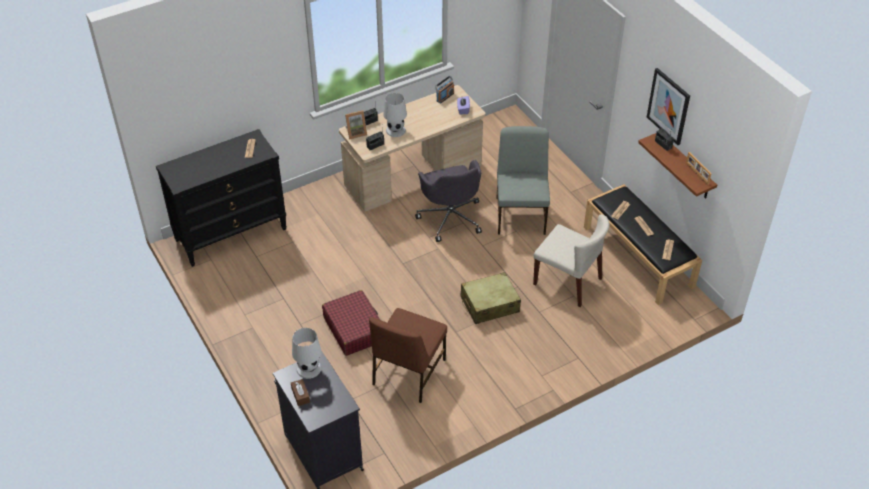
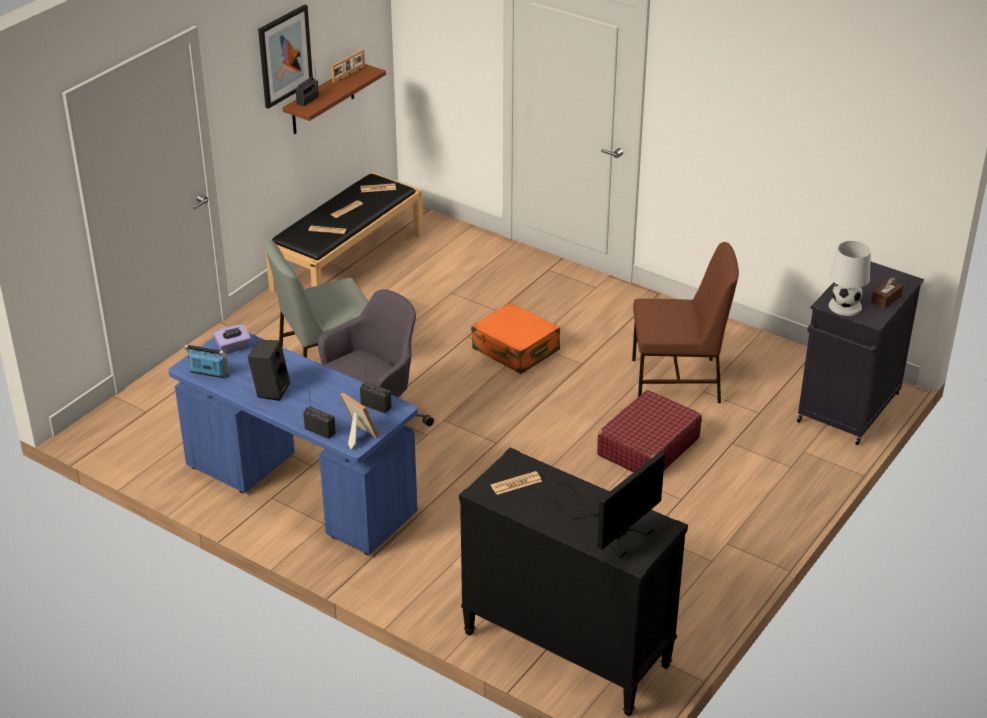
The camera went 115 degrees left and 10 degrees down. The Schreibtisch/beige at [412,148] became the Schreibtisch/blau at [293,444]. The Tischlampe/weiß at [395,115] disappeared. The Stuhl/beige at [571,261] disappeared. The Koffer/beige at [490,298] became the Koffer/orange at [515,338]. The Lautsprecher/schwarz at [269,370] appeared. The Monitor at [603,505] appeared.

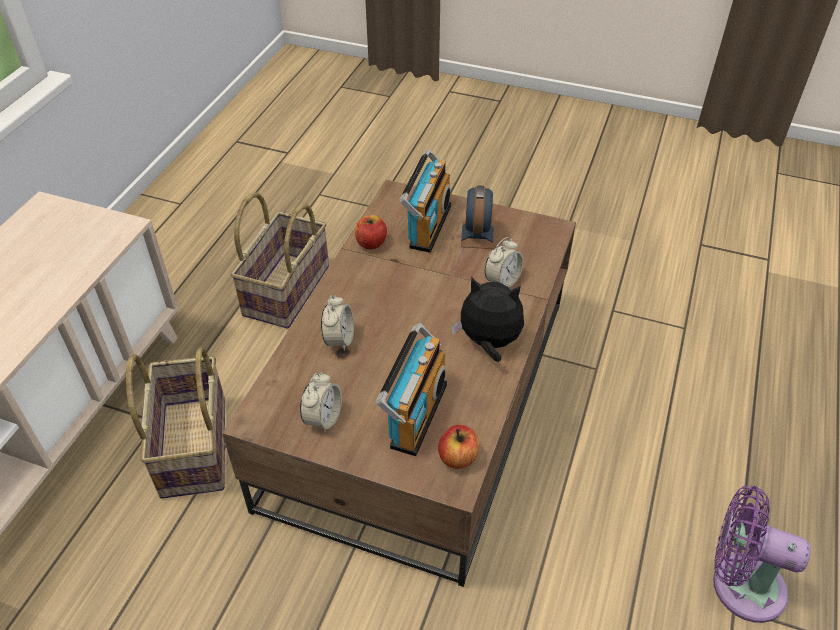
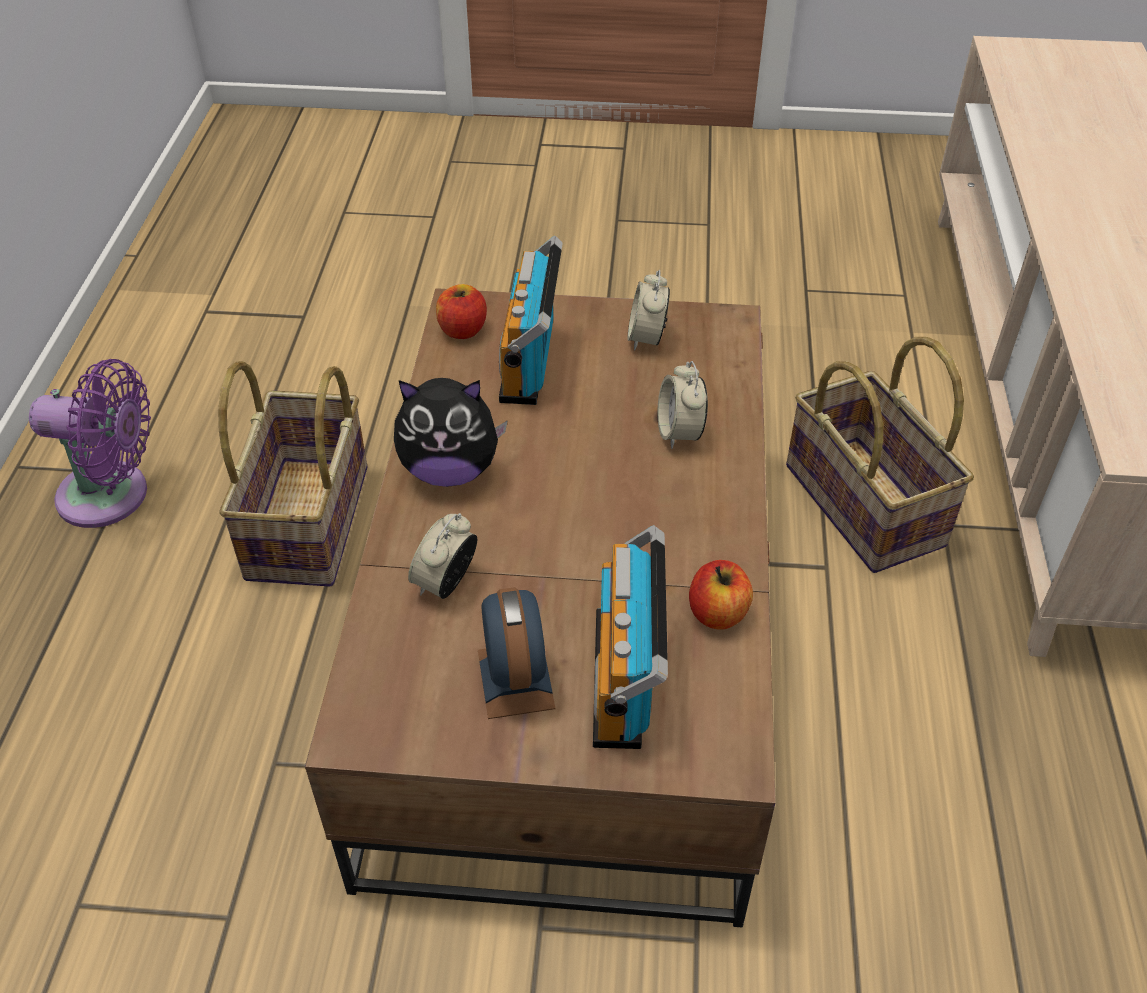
The camera went 165 degrees right and 0 degrees up. The Korb moved from [279,260] to [292,474].

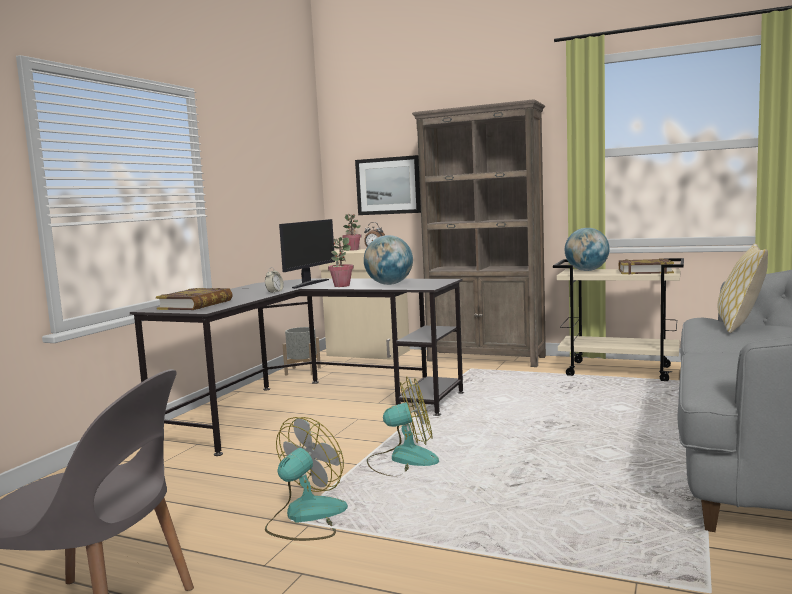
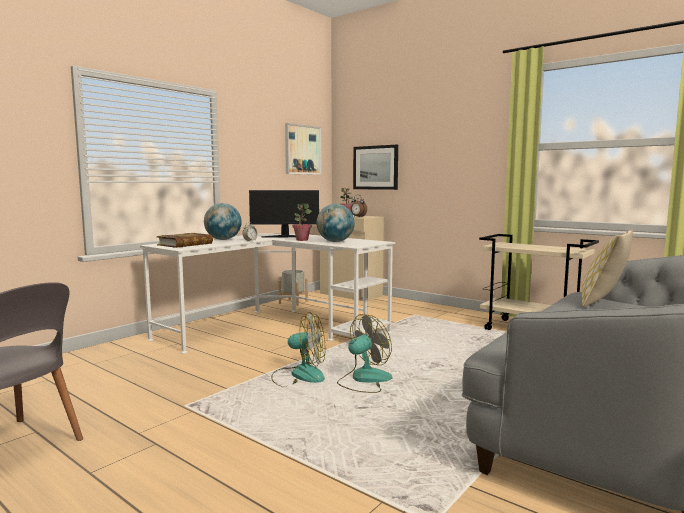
The camera went 15 degrees right and 0 degrees up. The Bücherregal/braun at [479,233] disappeared. The Monitor at [307,253] turned 45 degrees clockwise. The Globus moved from [587,249] to [223,221]. The Buch at [646,266] disappeared. The Schreibtisch/schwarz at [297,367] became the Schreibtisch/weiß at [267,293]. The Ventilator moved from [306,479] to [365,353]. The Bild at [303,149] appeared.

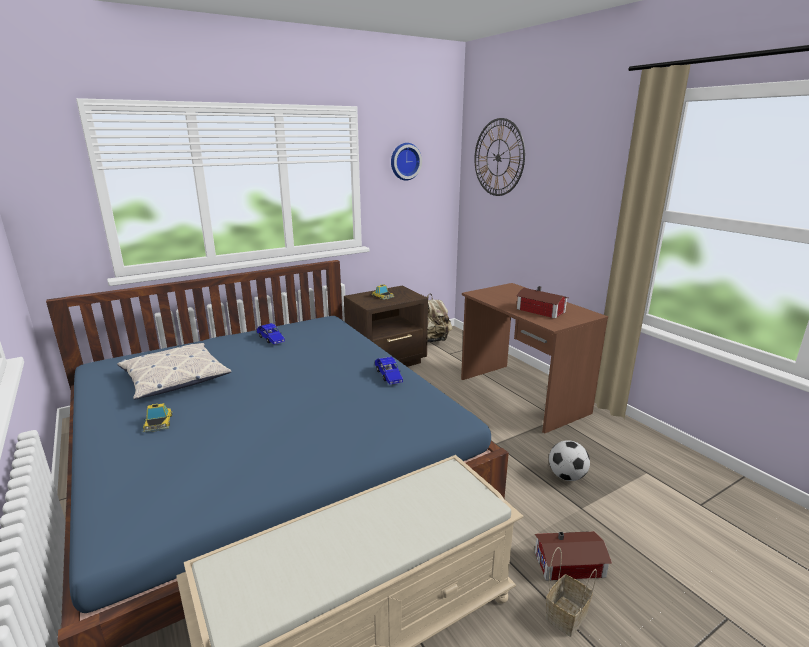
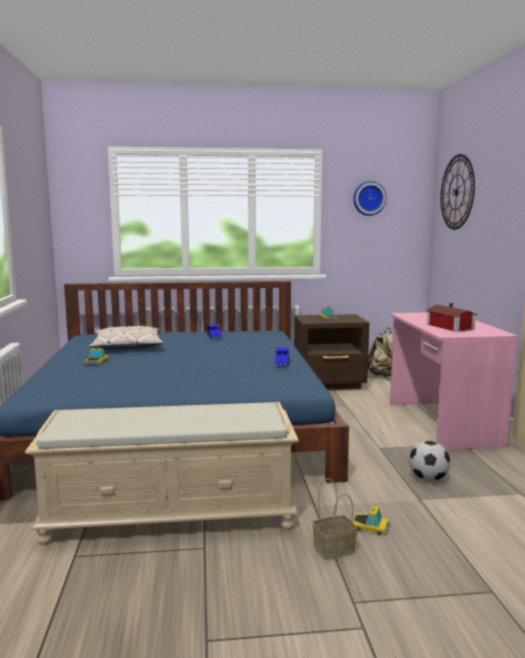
The camera went 25 degrees right and 10 degrees down. The Schreibtisch/braun at [534,358] became the Schreibtisch/rosa at [454,381]. The Spielzeughaus at [573,556] was replaced by the Spielzeugauto at [372,520].

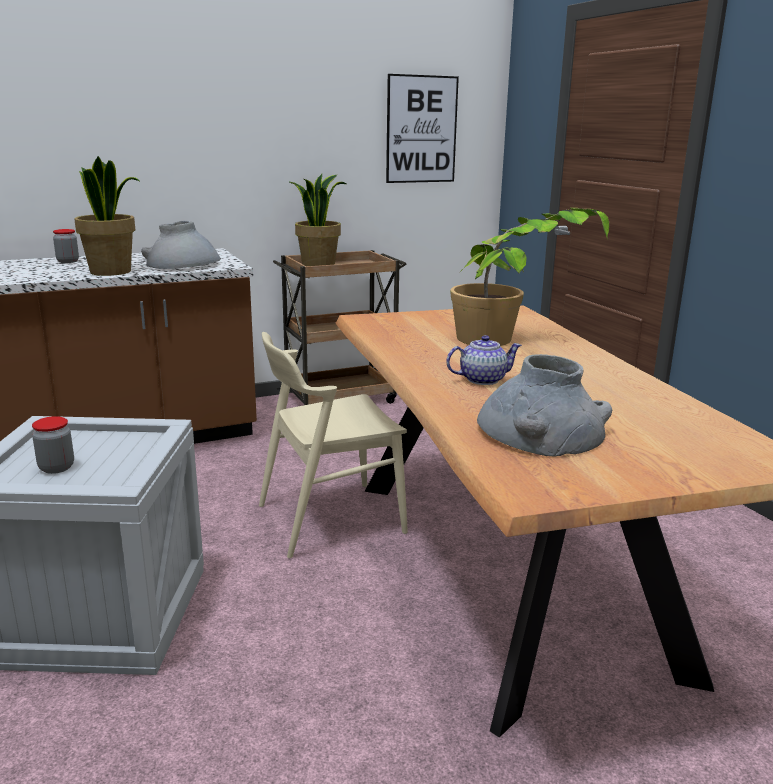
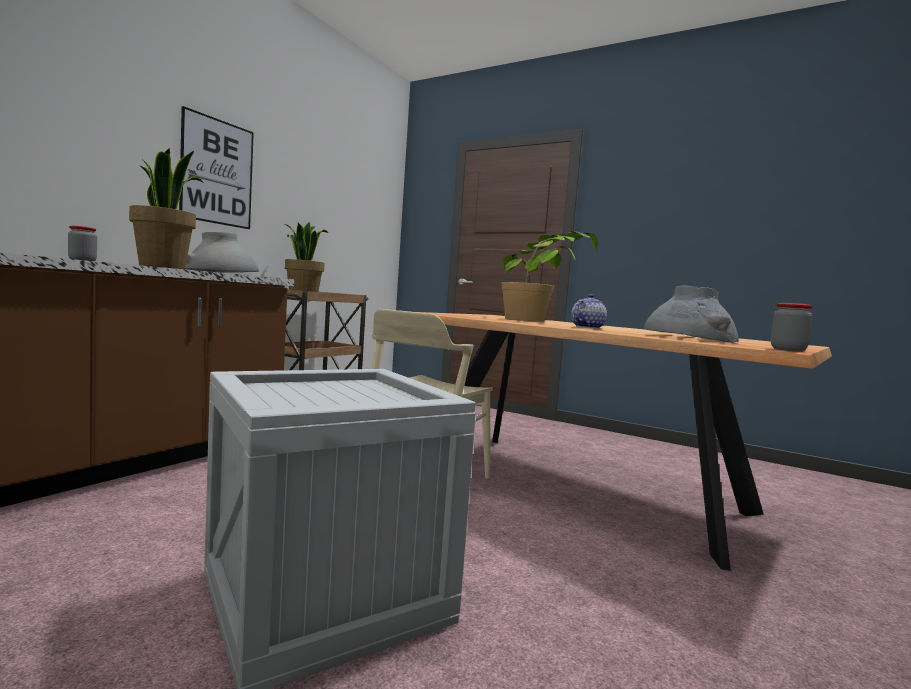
The camera went 35 degrees left and 15 degrees down. The Bild moved from [422,128] to [216,167]. The Vorratsglas moved from [53,445] to [792,327].

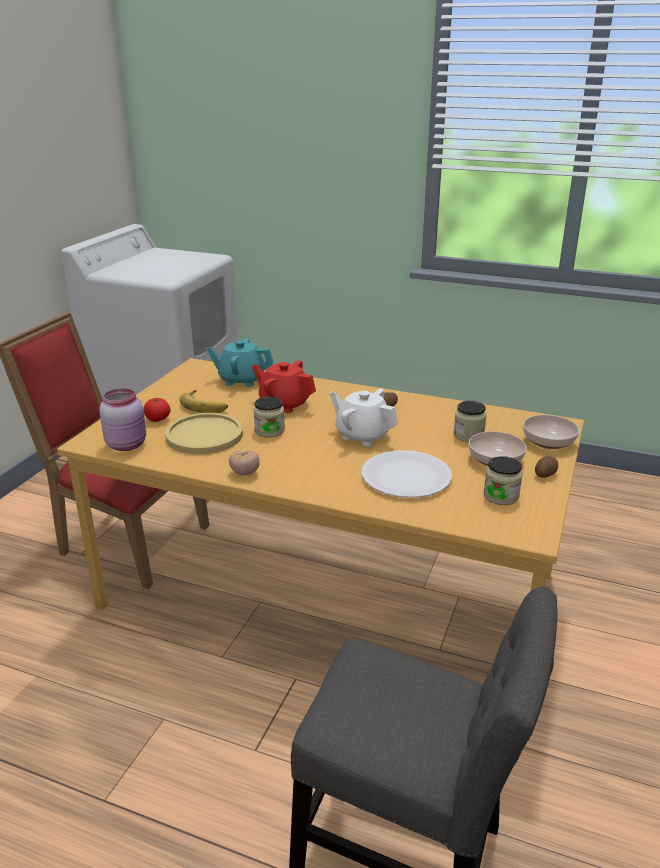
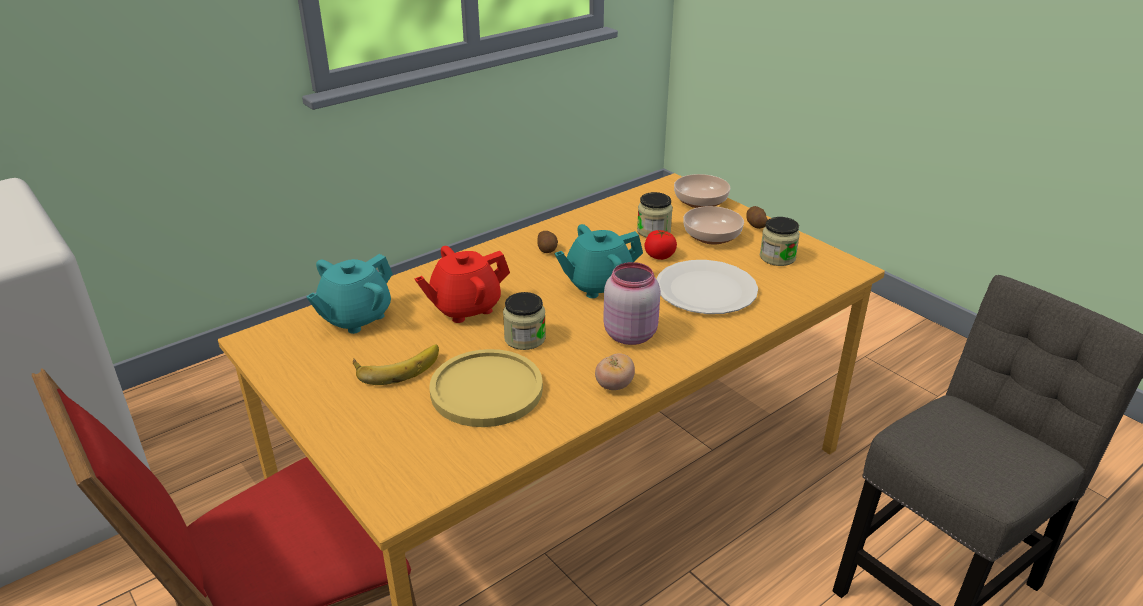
The camera went 60 degrees left and 5 degrees up. The Vorratsglas/rosa moved from [122,419] to [631,303]. The Teekanne/weiß at [364,417] became the Teekanne/türkis at [599,261]. The Tomate moved from [156,410] to [660,245].

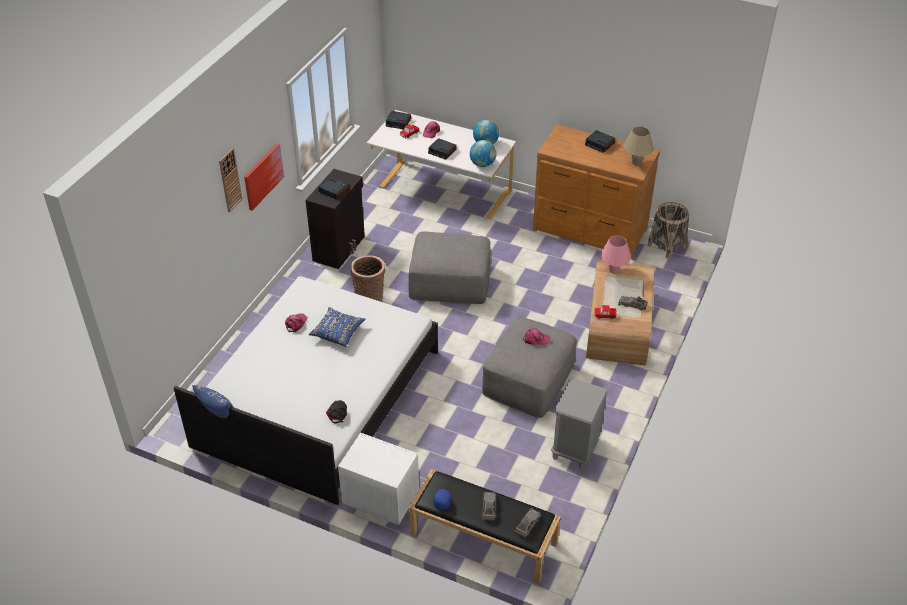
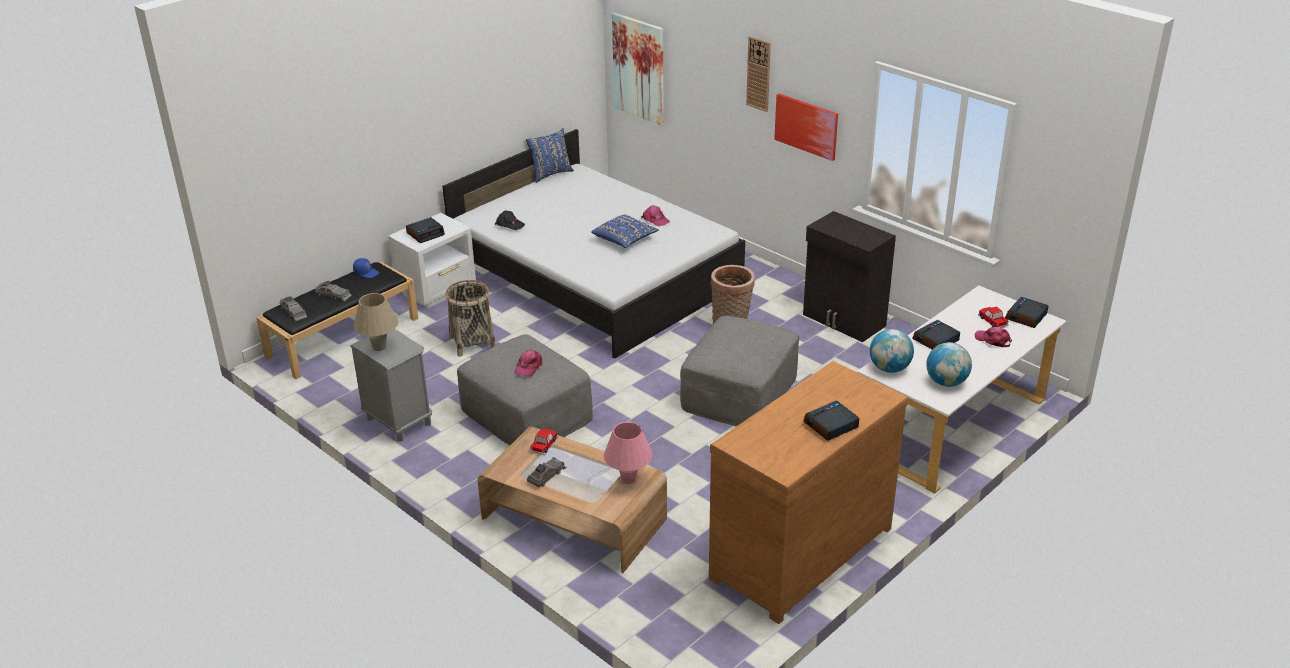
The camera went 110 degrees right and 10 degrees down. The Tischlampe/beige moved from [639,145] to [376,322]. The Wecker moved from [334,188] to [425,230]. The Korb moved from [668,230] to [470,318]. The Bild at [638,69] appeared.

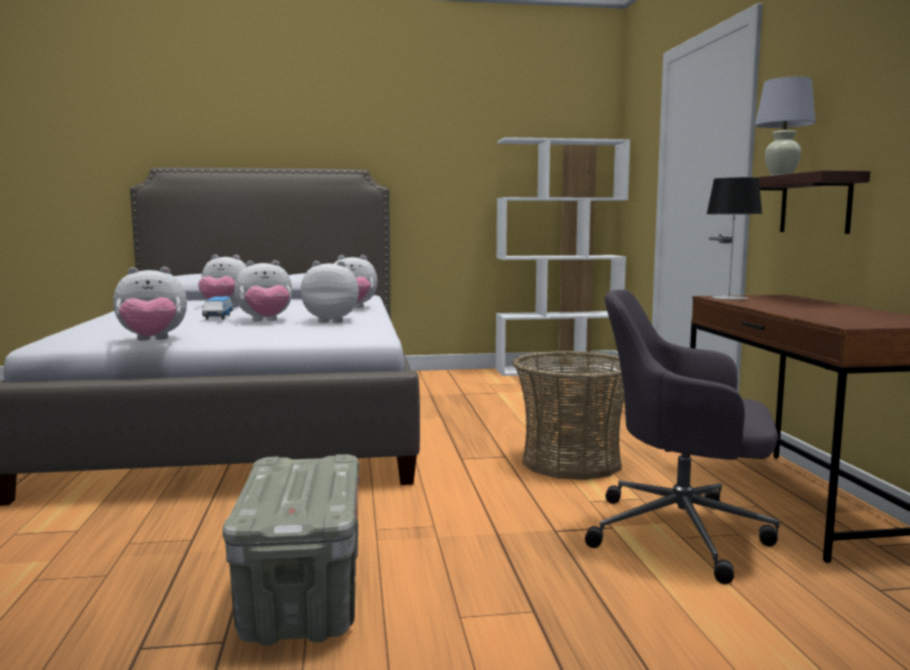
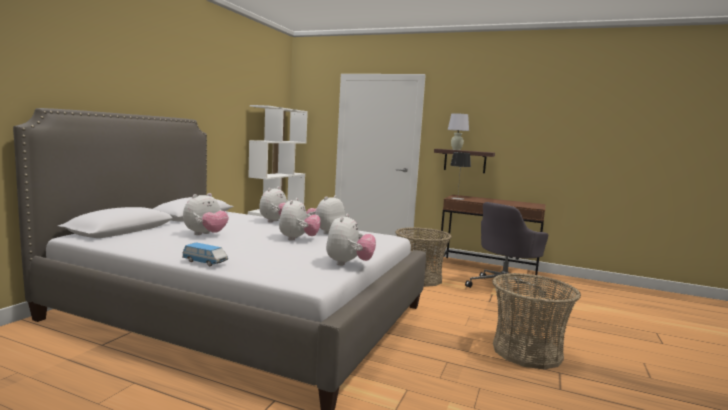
The camera went 60 degrees left and 0 degrees up. The Spielzeugauto moved from [217,308] to [205,254]. The Aufbewahrungsbox/grau at [291,550] was replaced by the Korb at [536,321].

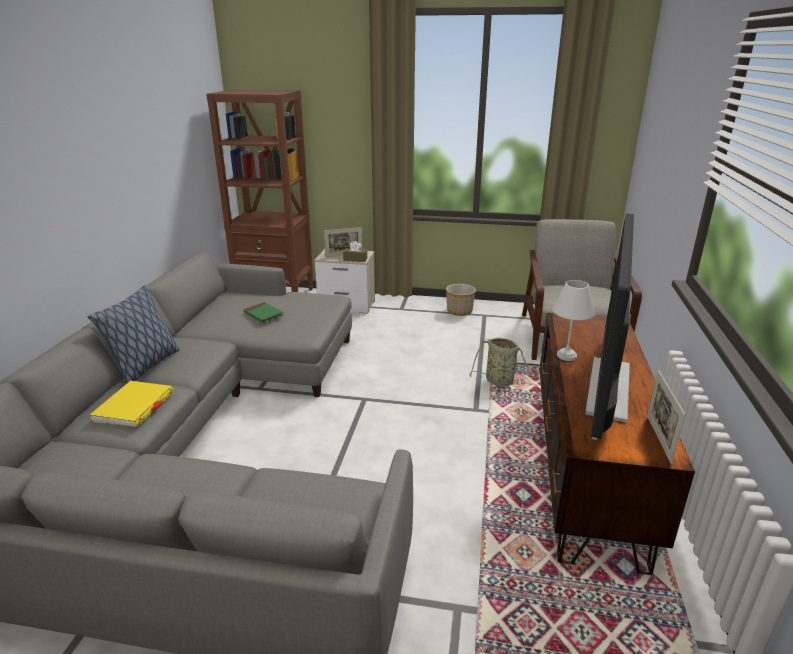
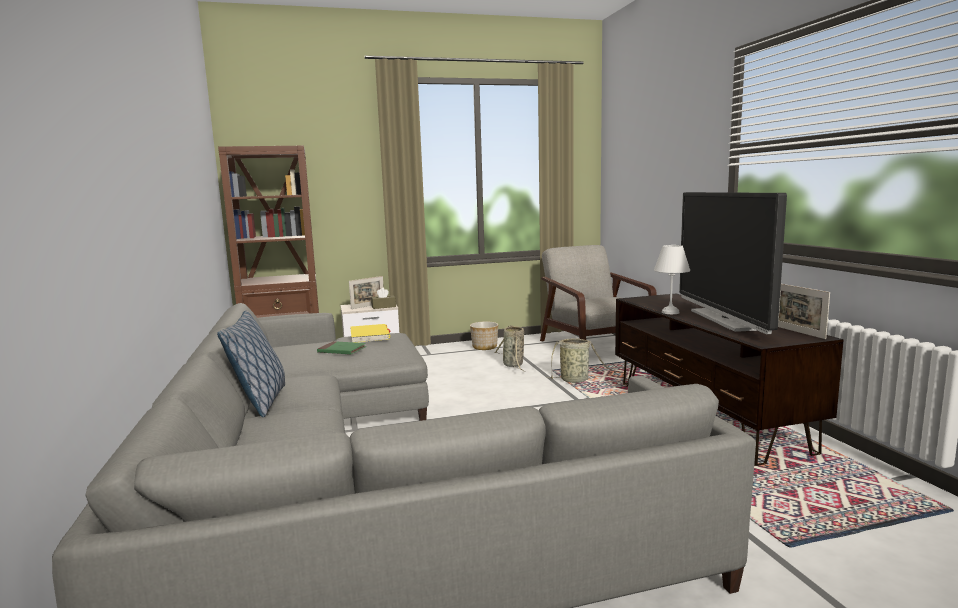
The camera went 25 degrees left and 15 degrees down. The Buch/gelb moved from [132,404] to [371,333]. The Korb at [510,348] appeared.

